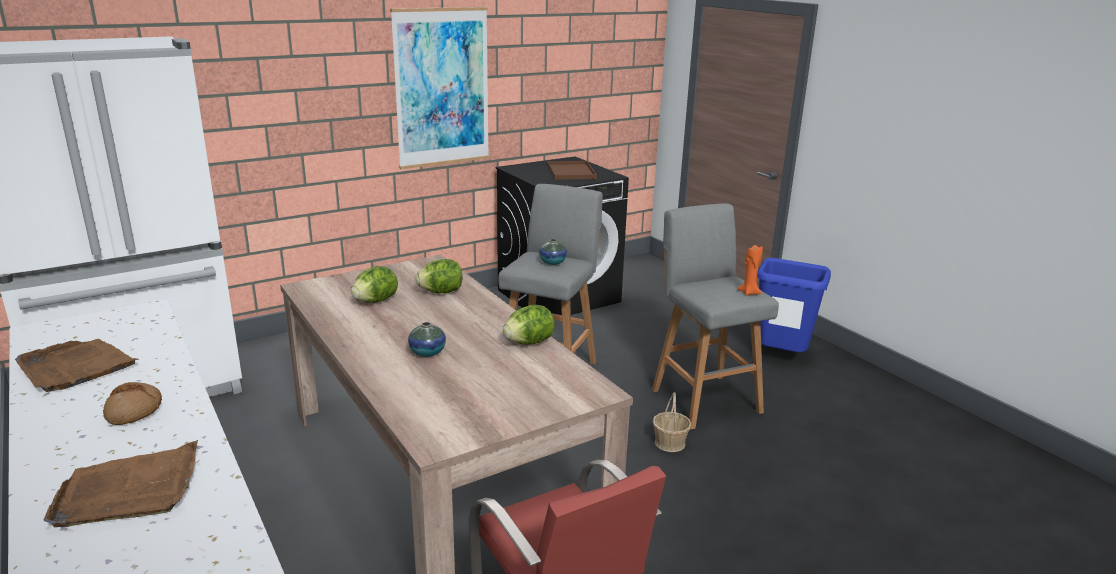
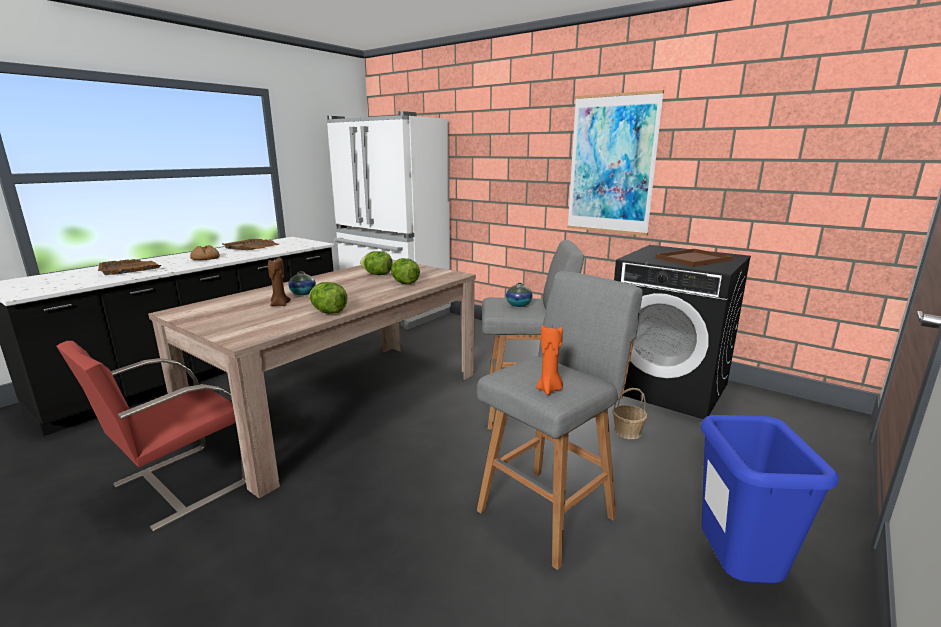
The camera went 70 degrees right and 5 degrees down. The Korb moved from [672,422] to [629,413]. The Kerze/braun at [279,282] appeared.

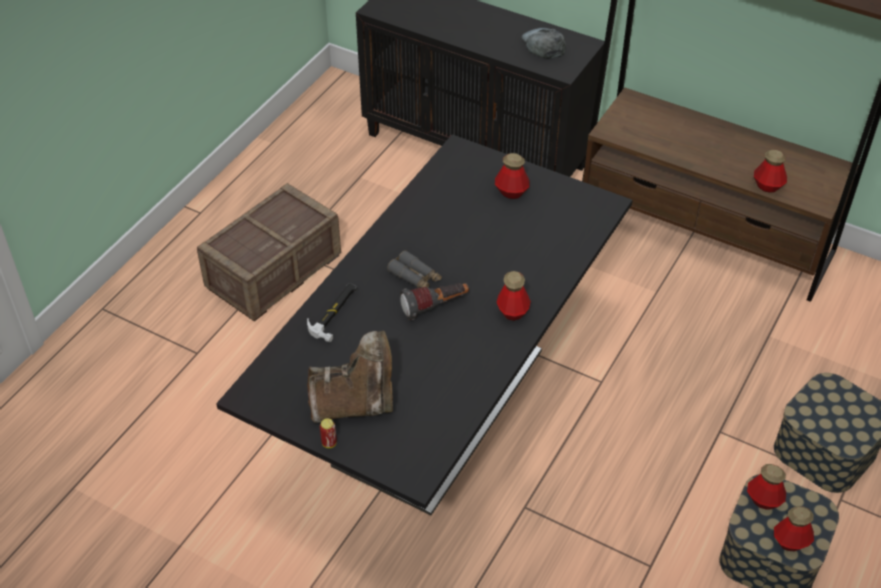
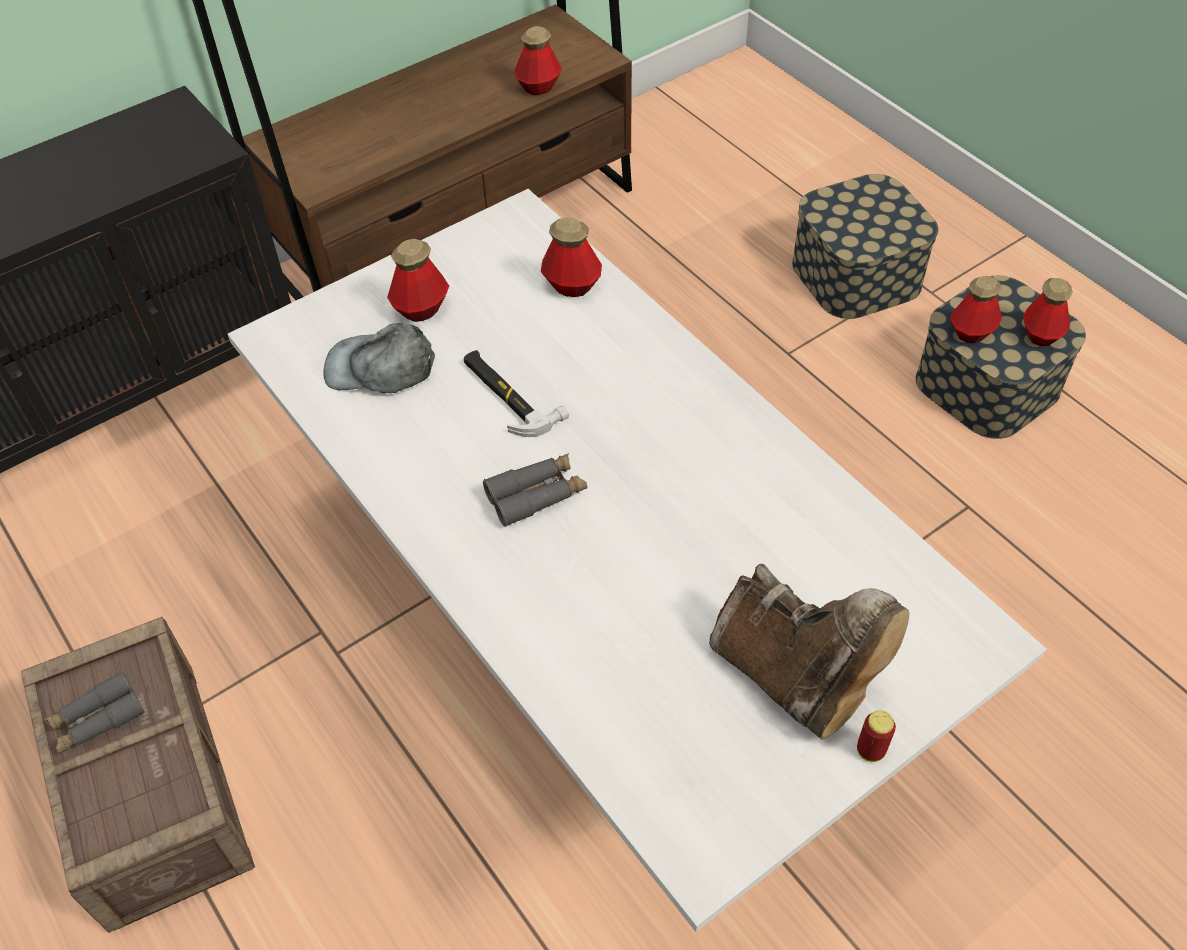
The camera went 65 degrees left and 5 degrees up. The Kappe/grau moved from [543,43] to [379,358]. The Esstisch/schwarz at [424,324] became the Esstisch/weiß at [637,560]. The Flasche moved from [514,296] to [571,257]. The Hammer moved from [332,312] to [516,393]. The Taschenlampe at [434,301] disappeared. The Stiefel/braun at [350,377] turned 120 degrees clockwise. The Fernglas/grau at [94,713] appeared.

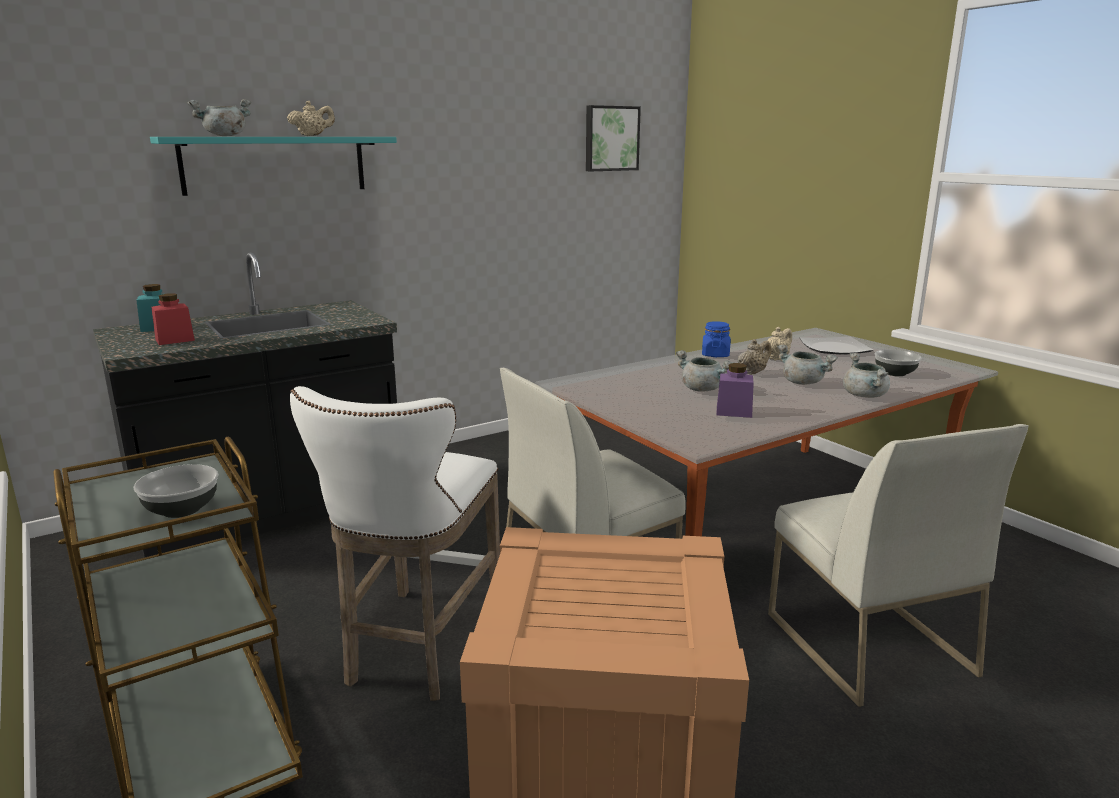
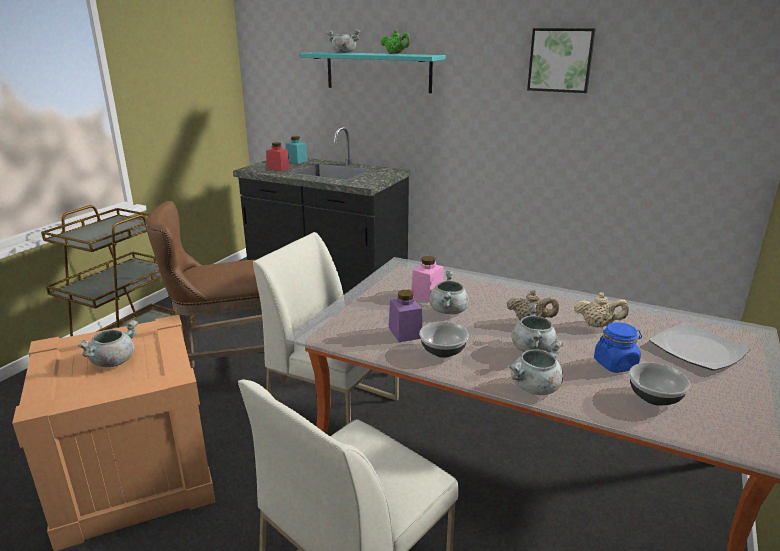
The camera went 60 degrees right and 5 degrees up. The Teekanne/beige at [311,118] became the Teekanne/grün at [396,41]. The Bild moved from [613,138] to [561,60]. The Vorratsglas/blau moved from [716,339] to [618,347]. The Hocker/weiß at [395,543] became the Hocker/braun at [216,293]. The Schüssel moved from [175,491] to [444,340]. The Vorratsglas/rosa at [427,279] appeared. The Kochtopf/grau at [108,343] appeared.

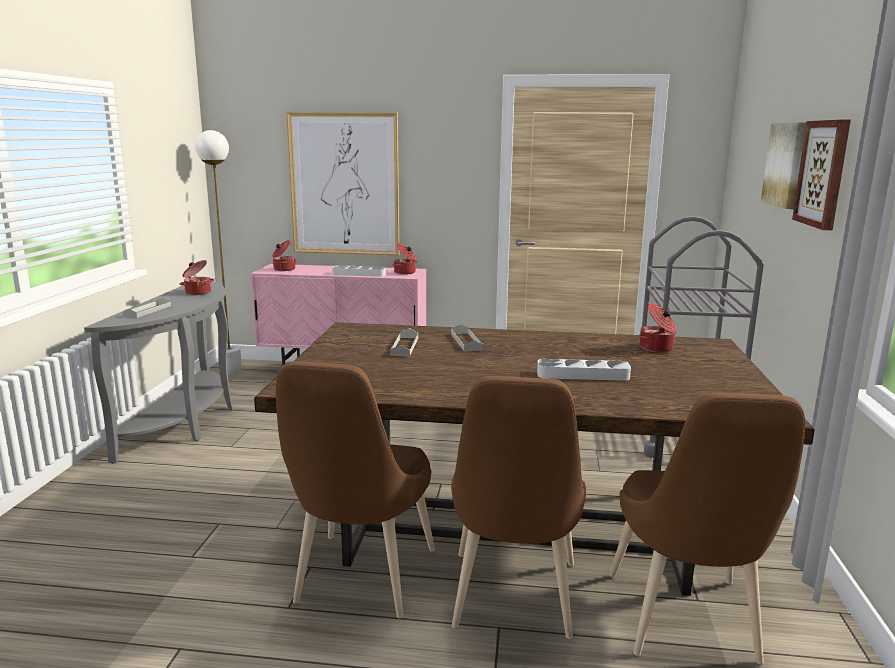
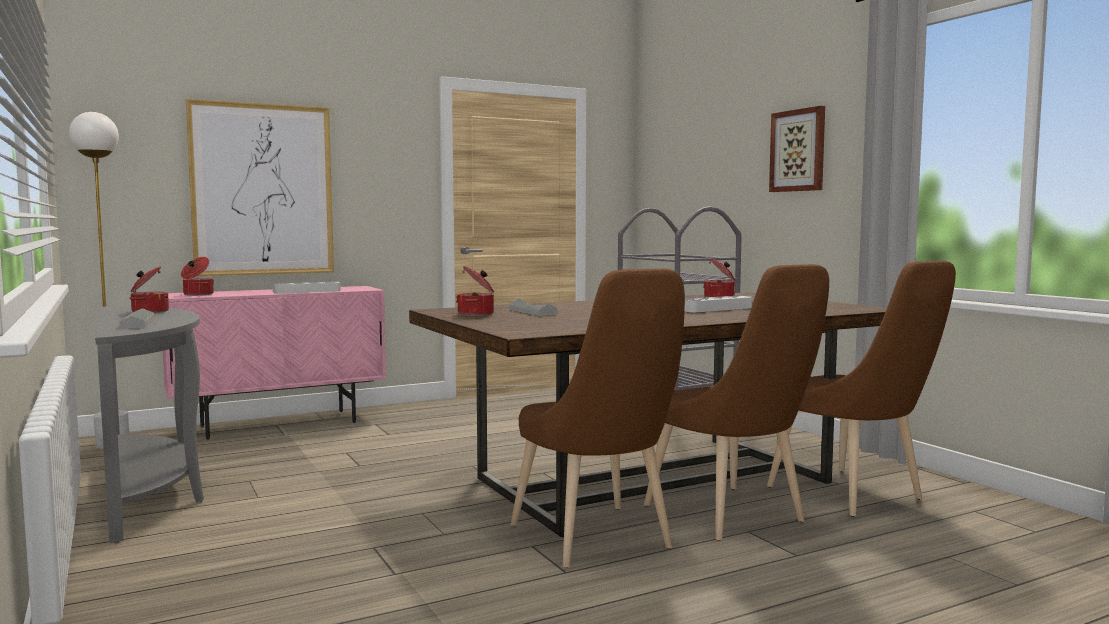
The camera went 35 degrees left and 10 degrees down. The Bild at [783,165] disappeared. The Kochtopf moved from [405,258] to [475,291]. The Tablett/grau at [467,337] disappeared.

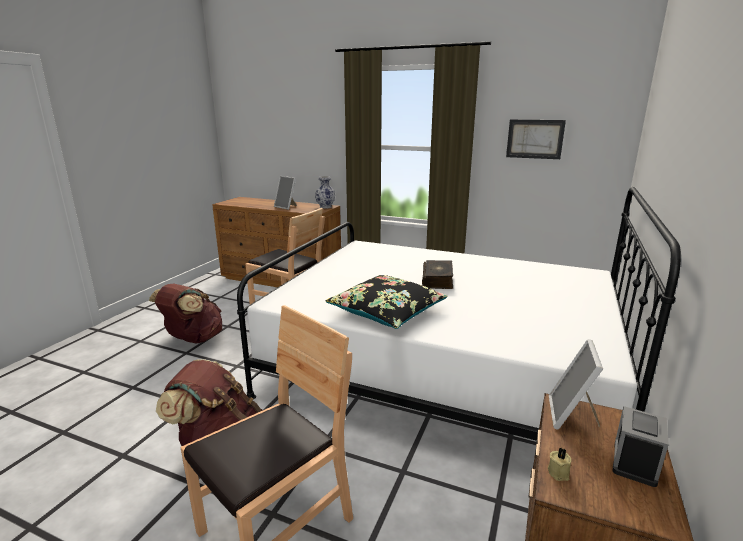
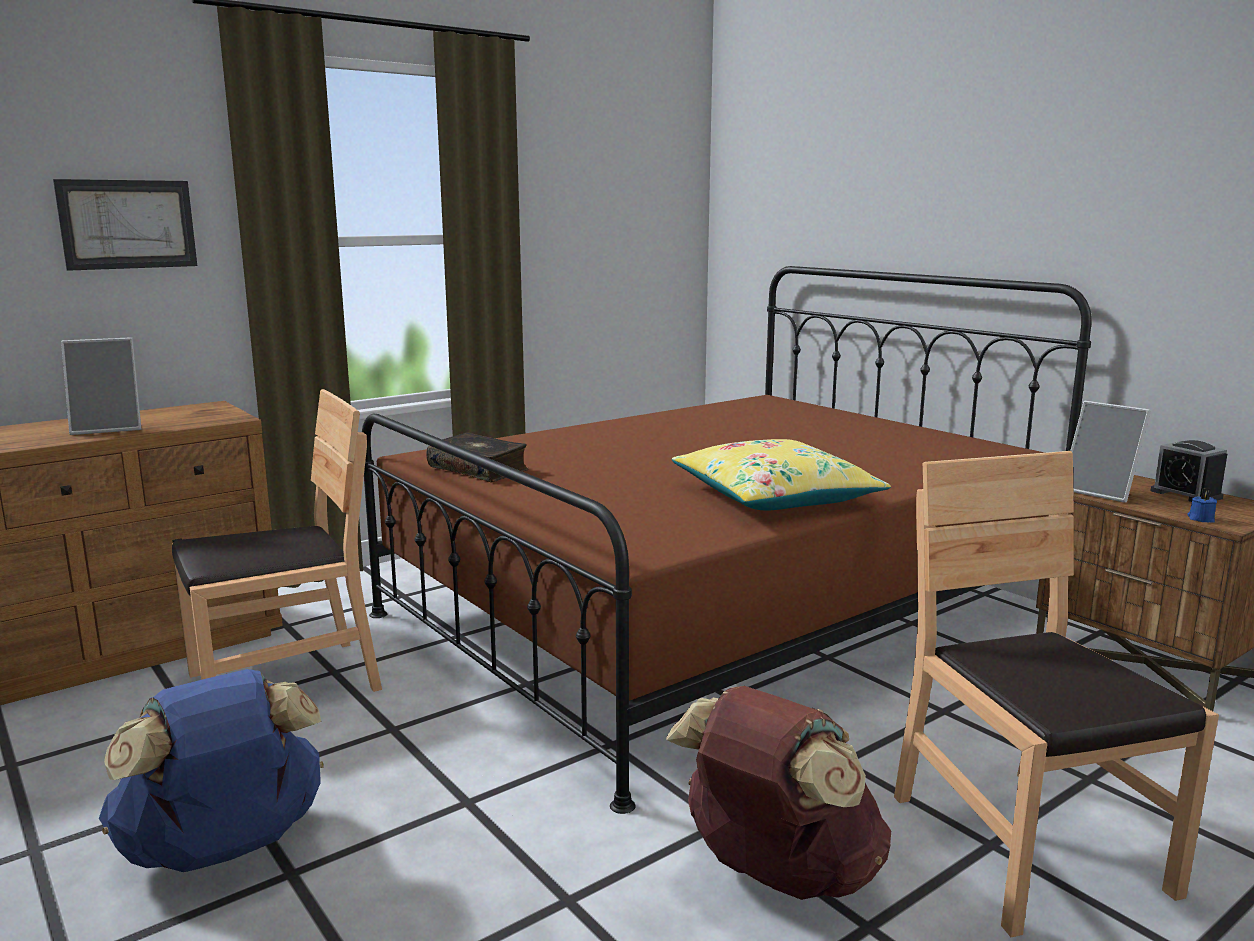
The camera went 60 degrees left and 5 degrees down. The Bild moved from [536,139] to [125,225]. The Vase at [325,192] disappeared. The Bett/weiß at [459,314] became the Bett/braun at [727,540]. The Buch moved from [438,274] to [477,457]. The Kissen/schwarz at [386,302] became the Kissen/gelb at [781,475]. The Rucksack/braun at [185,313] became the Rucksack/blau at [211,770]. The Kerze/beige at [559,464] became the Kerze/blau at [1202,505].

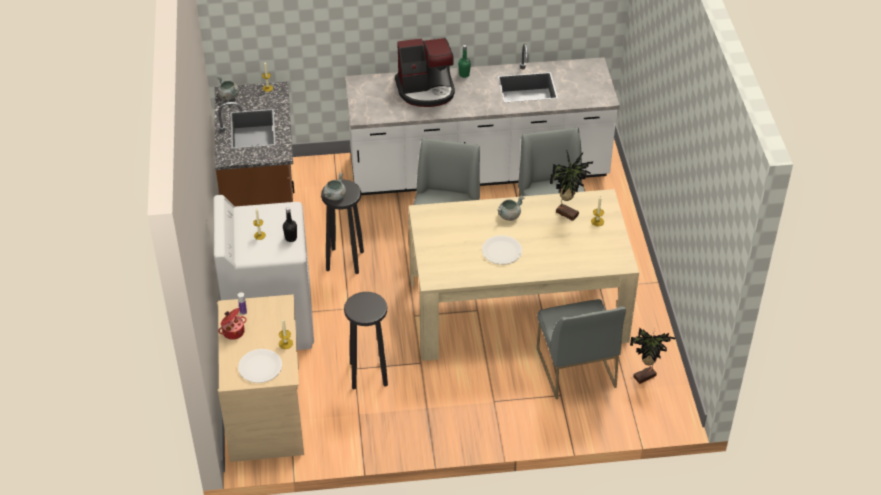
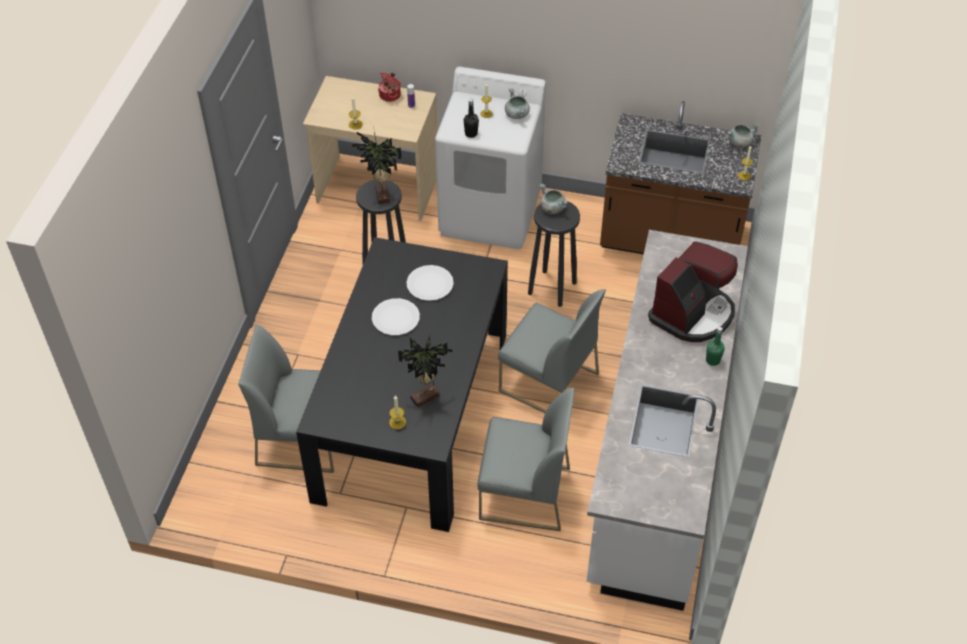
The camera went 110 degrees right and 5 degrees up. The Kaffeemaschine at [425,72] turned 150 degrees counterclockwise. The Esstisch/beige at [523,275] became the Esstisch/schwarz at [402,384]. The Kochtopf/grau moved from [510,208] to [517,103]. The Topfpflanze moved from [652,356] to [376,165]. The Teller/weiß moved from [260,366] to [430,283].

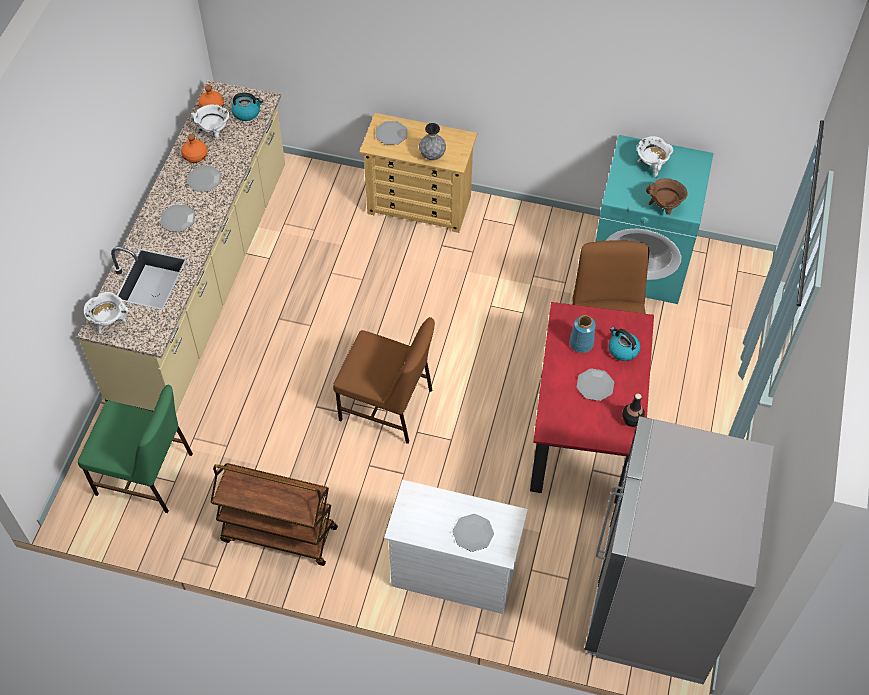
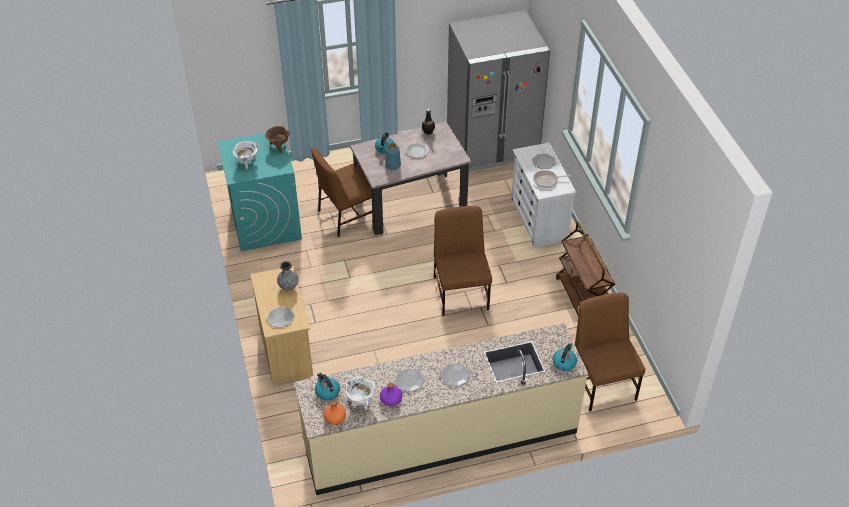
The camera went 120 degrees left and 10 degrees down. The Flasche/orange at [194,148] became the Flasche/lila at [391,394]. The Kochtopf/weiß at [106,313] was replaced by the Wasserkessel at [564,357]. The Esstisch/rot at [592,402] became the Esstisch/beige at [411,178]. The Stuhl/grün at [135,449] became the Stuhl/braun at [610,352]. The Pfanne at [552,179] appeared.

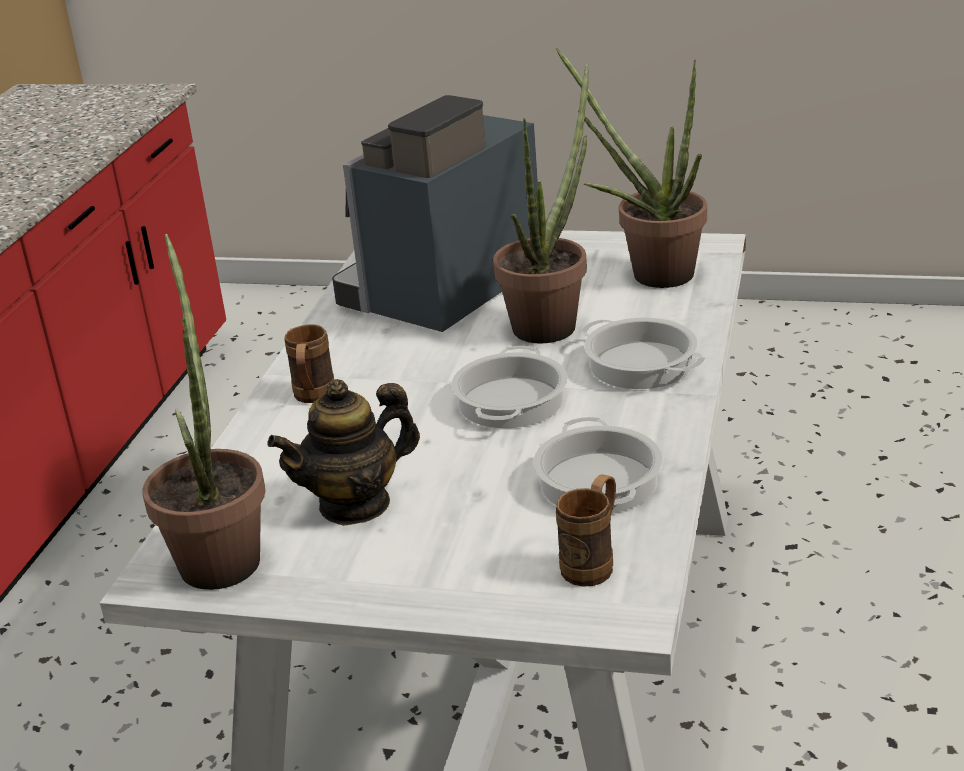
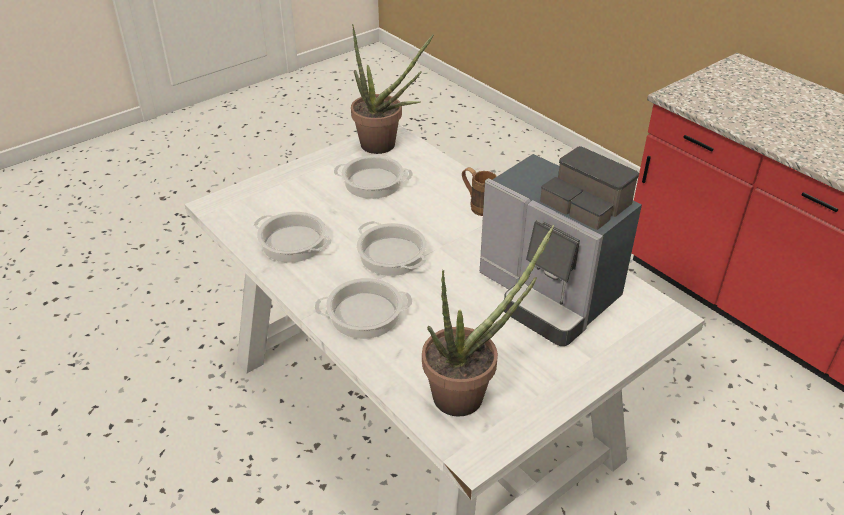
The camera went 125 degrees right and 10 degrees up. The Topfpflanze at [541,203] disappeared. The Kaffeemaschine at [435,213] turned 150 degrees clockwise. The Teekanne at [343,452] was replaced by the Kochtopf at [373,177]. The Henkelbecher/braun at [586,530] disappeared.

